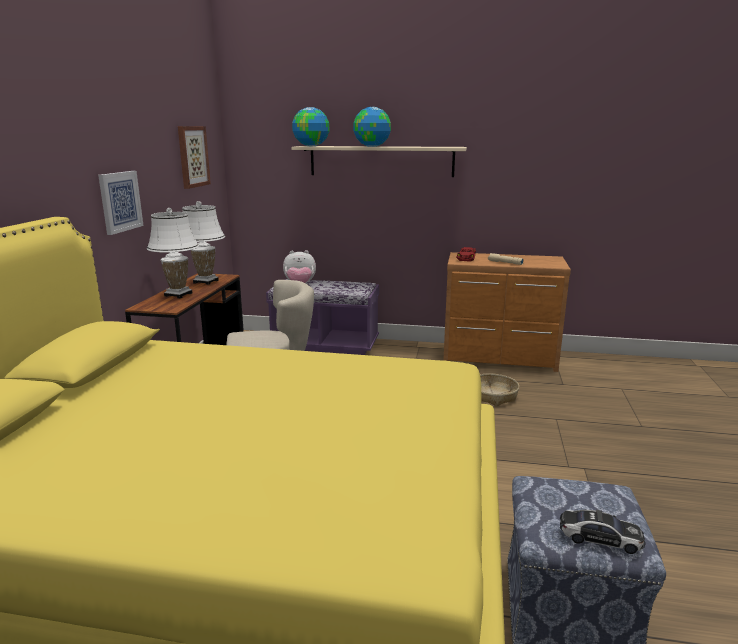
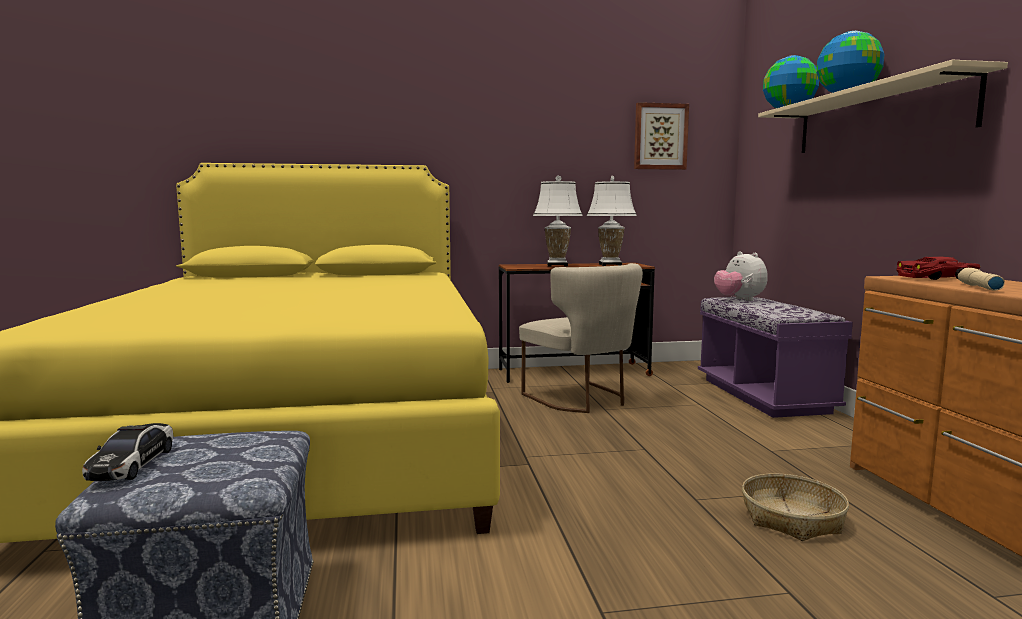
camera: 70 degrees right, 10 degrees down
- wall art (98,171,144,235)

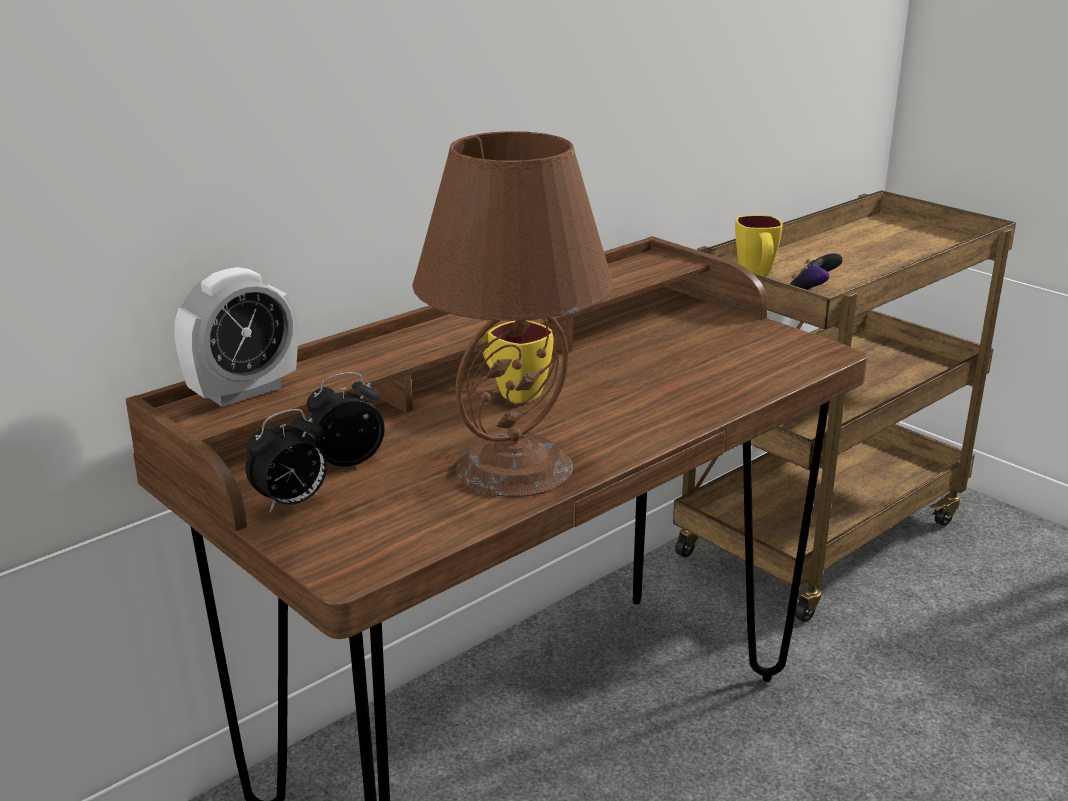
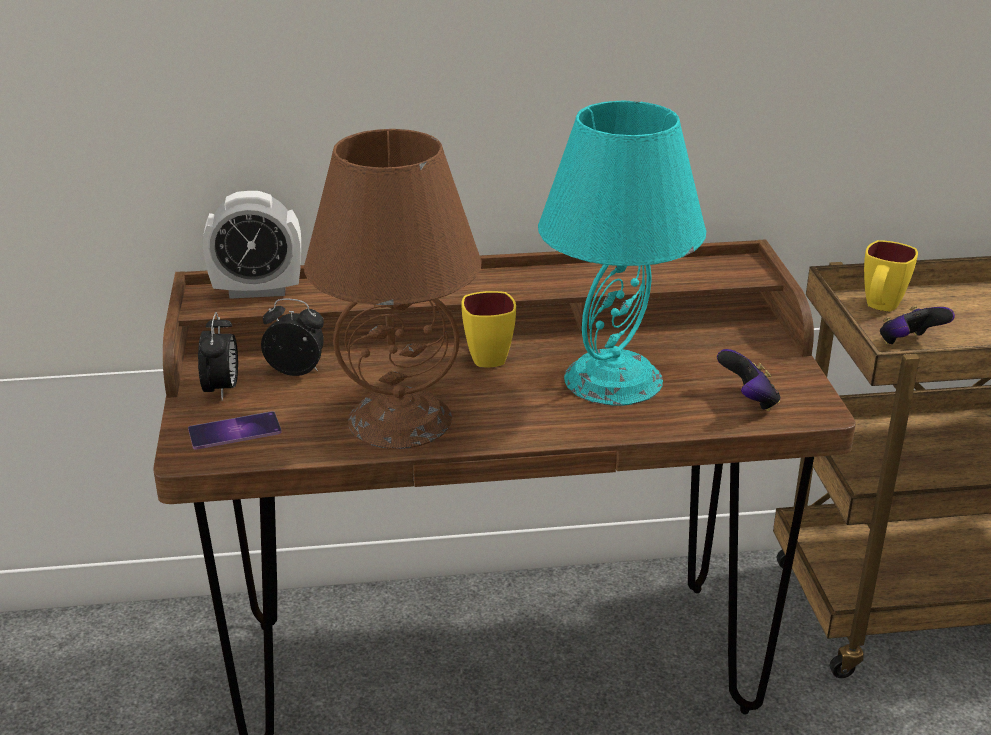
camera: 35 degrees right, 5 degrees up
~ table clock (245,409,327,512) = (198,312,238,401) 90 degrees counterclockwise
+ telephone (188,411,282,450)
+ table lamp (blue-green) (538,101,706,406)
+ gamepad (717,349,780,411)

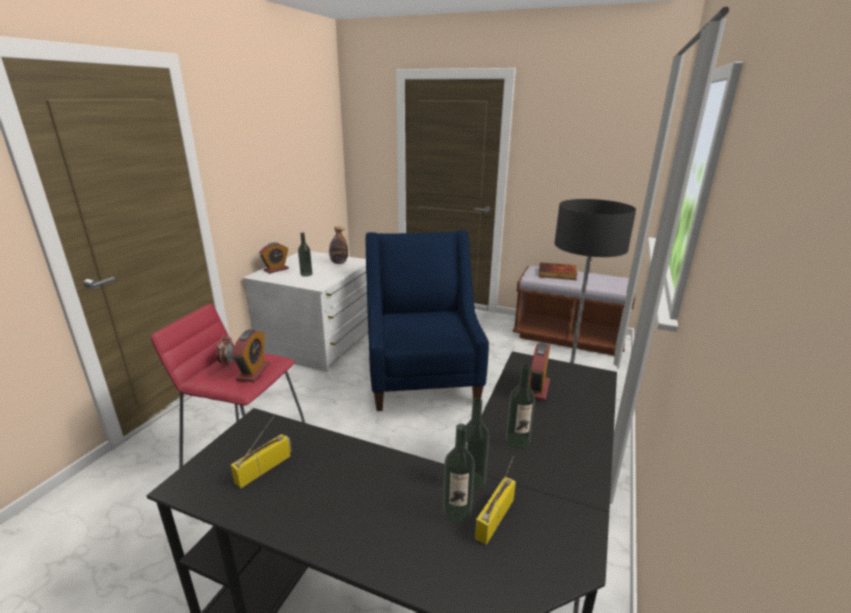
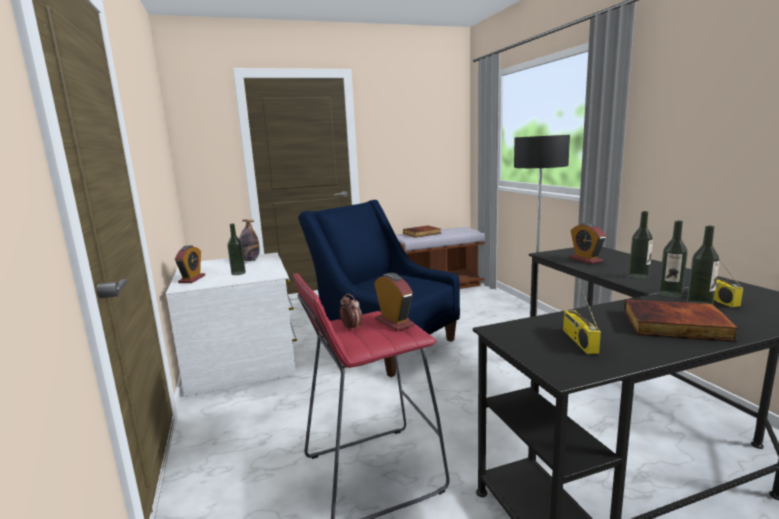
camera: 40 degrees left, 10 degrees down
+ bound book (625,299,739,342)

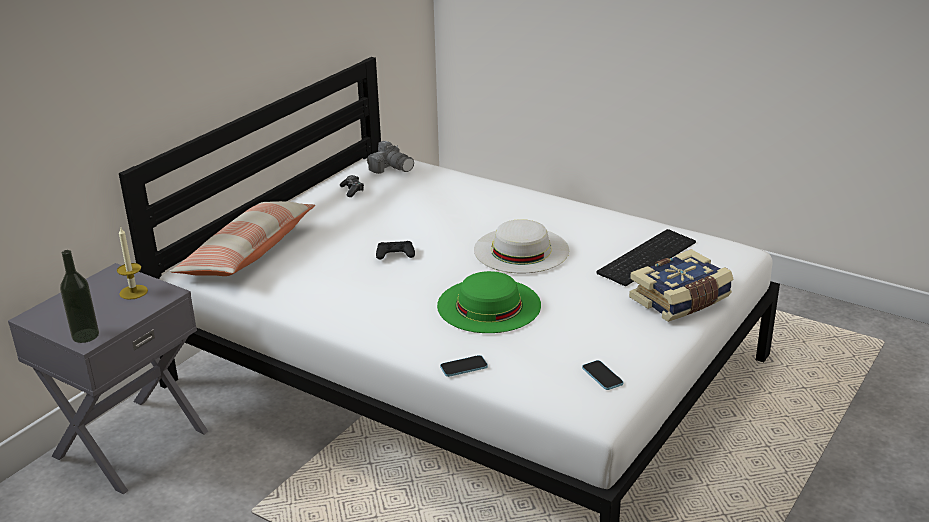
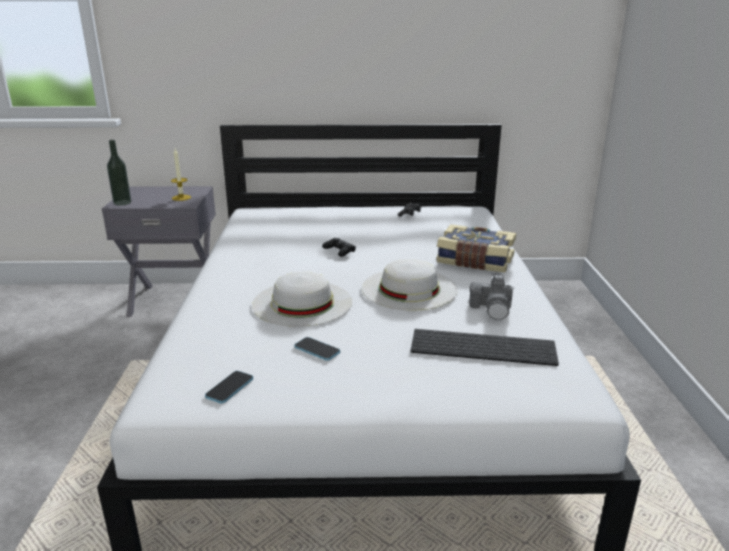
camera: 55 degrees right, 5 degrees down
- cushion (170,201,315,276)
~ photo camera (367,141,414,174) to (469,274,514,320)
~ clothing hat (green-coloured) (437,271,541,333) to clothing hat (white) (252,272,352,327)
~ telephone (440,355,488,377) to (294,337,340,361)
~ bound book (629,249,733,322) to (436,224,516,273)

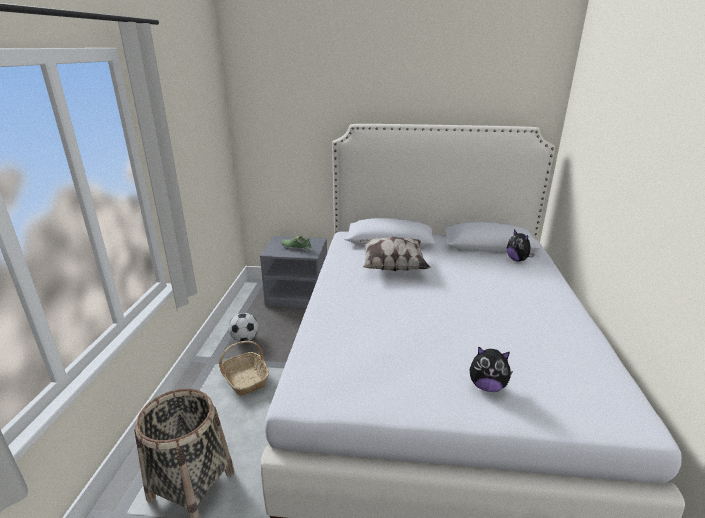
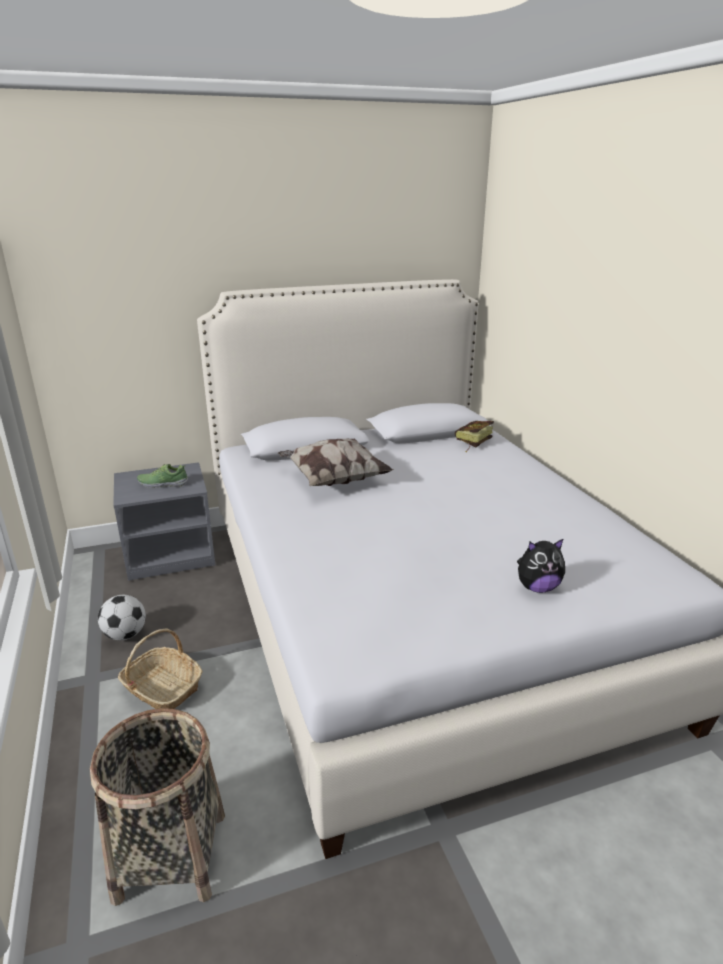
camera: 25 degrees left, 0 degrees up
~ soft toy (507,229,535,262) to bound book (455,421,494,452)

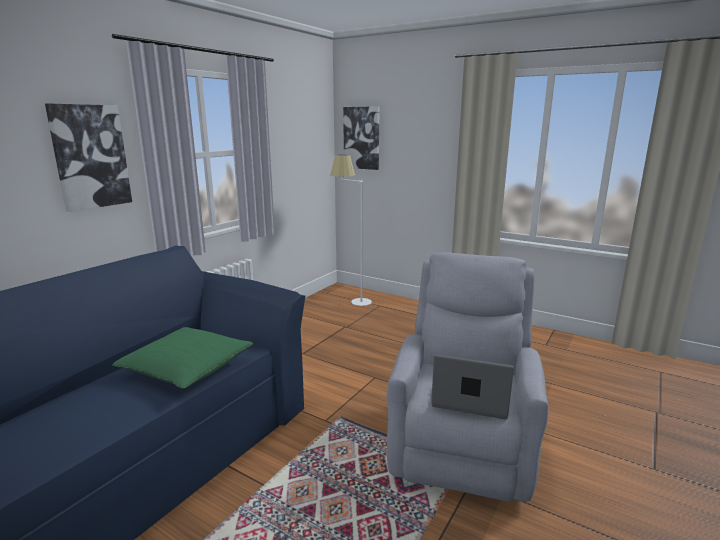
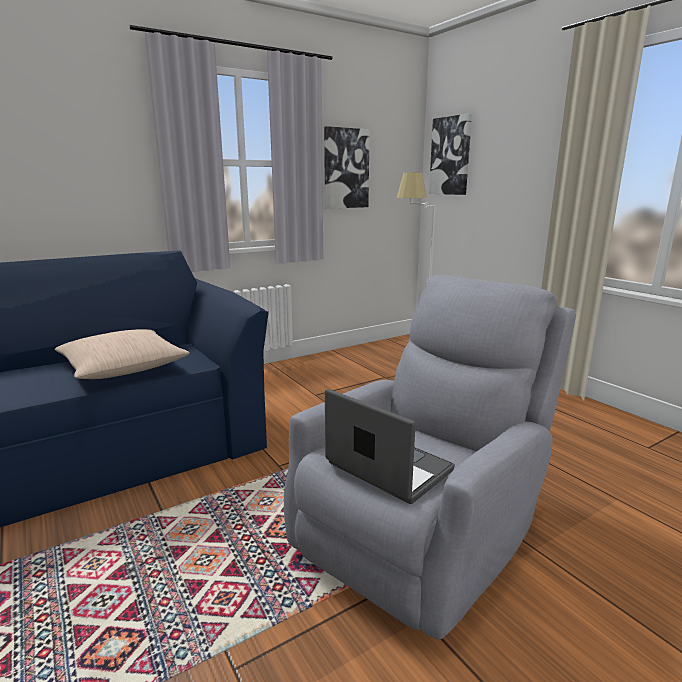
camera: 25 degrees right, 0 degrees up
~ wall art (45,104,132,212) to (324,126,370,209)
~ cushion (green-coloured) (112,327,253,389) to cushion (beige-coloured) (55,329,190,379)

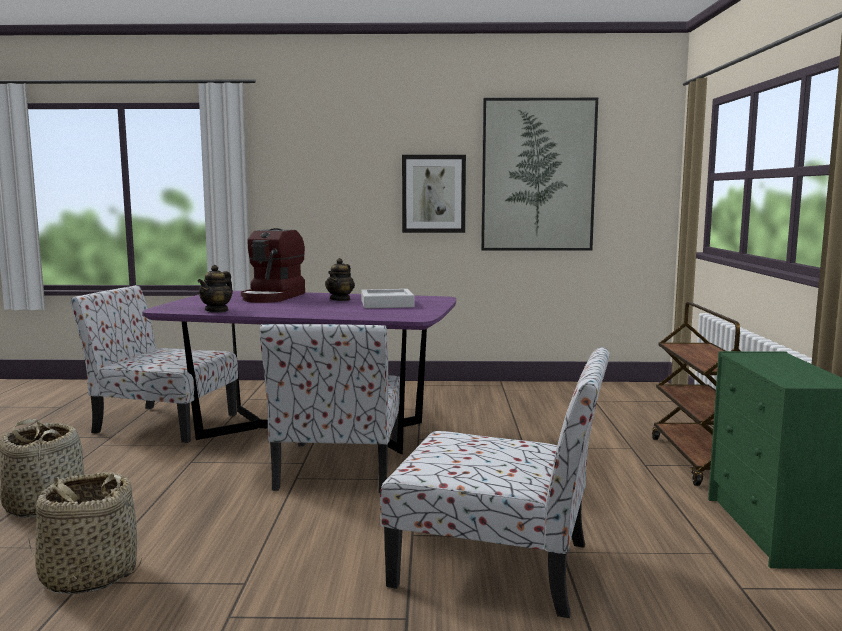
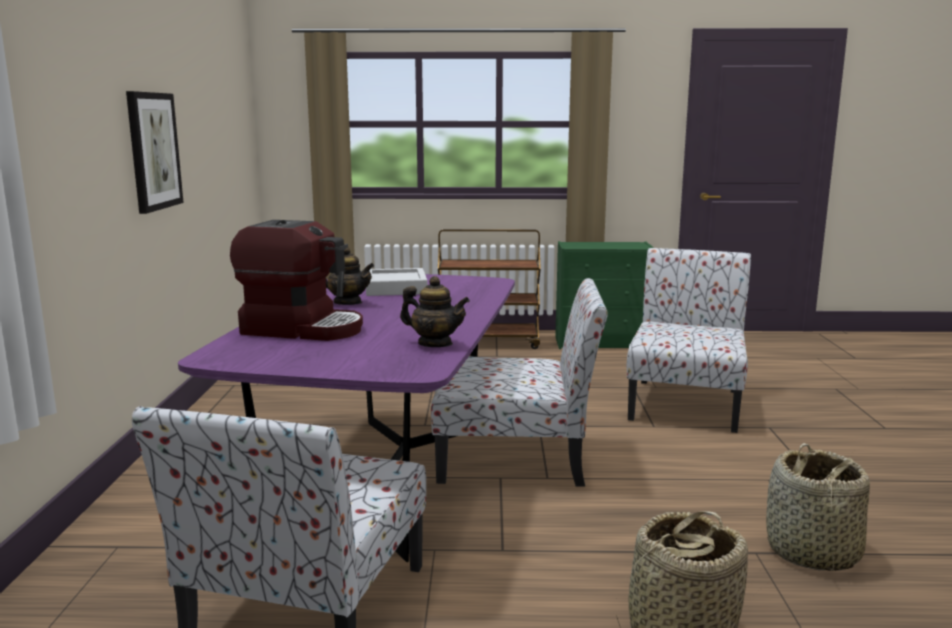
camera: 90 degrees left, 5 degrees up
- wall art (481,98,598,251)

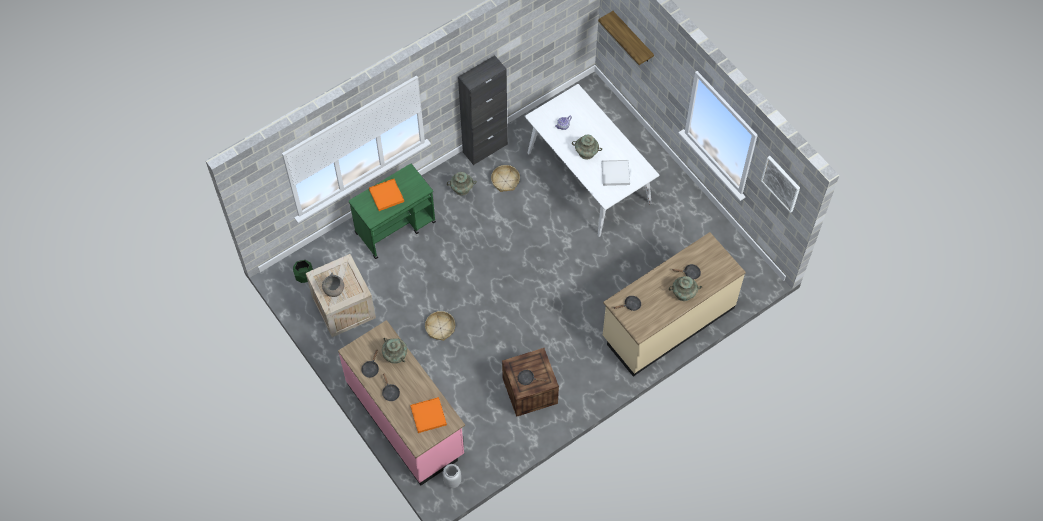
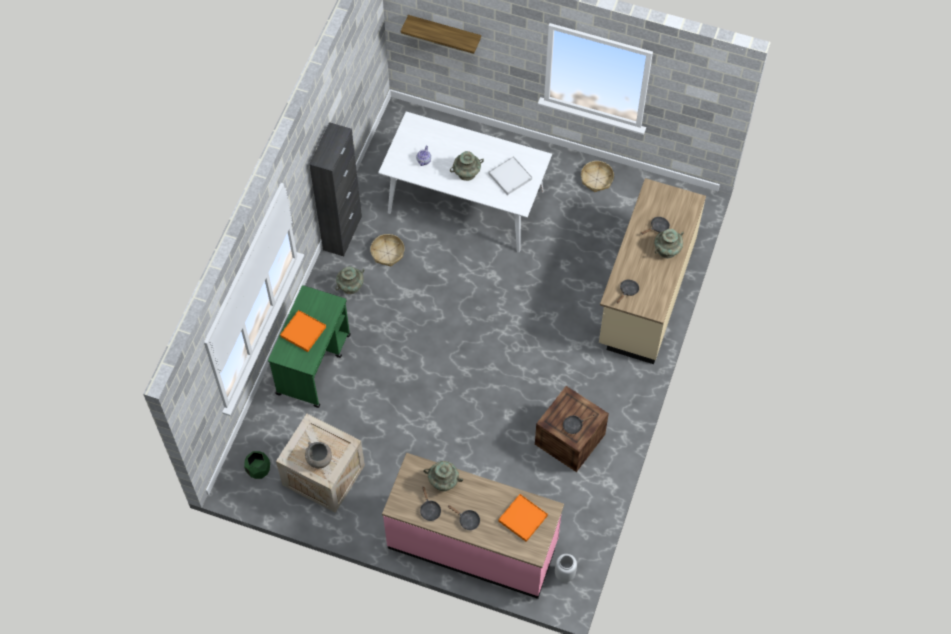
camera: 35 degrees left, 0 degrees up
~ basket (425,311,455,341) to (581,161,614,192)
- wall art (761,156,800,213)

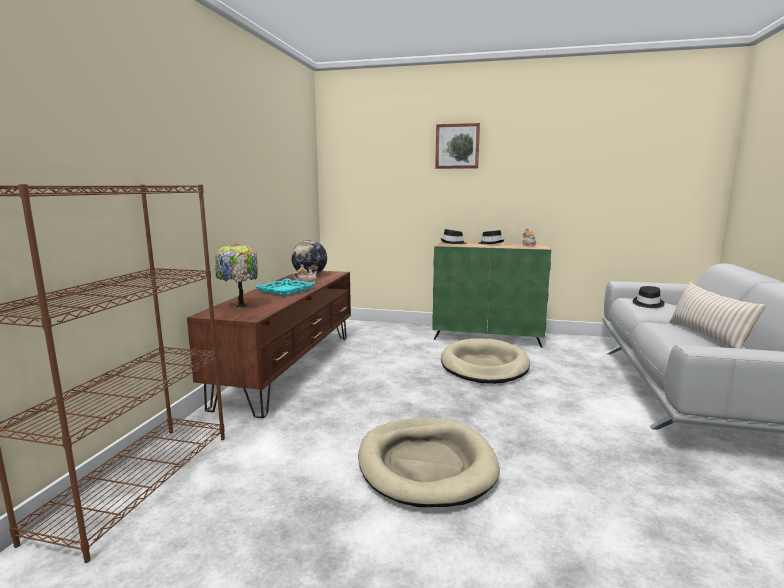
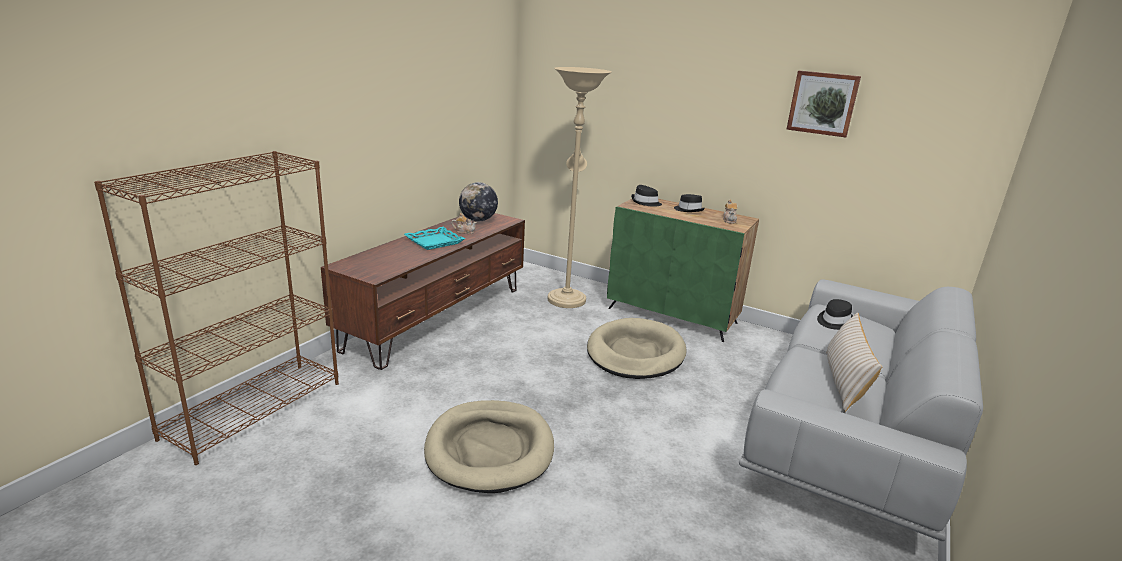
camera: 15 degrees right, 10 degrees up
- table lamp (215,244,257,309)
~ wall art (435,123,480,169) to (786,71,861,137)
+ standing lamp (beige-coloured) (548,67,611,308)

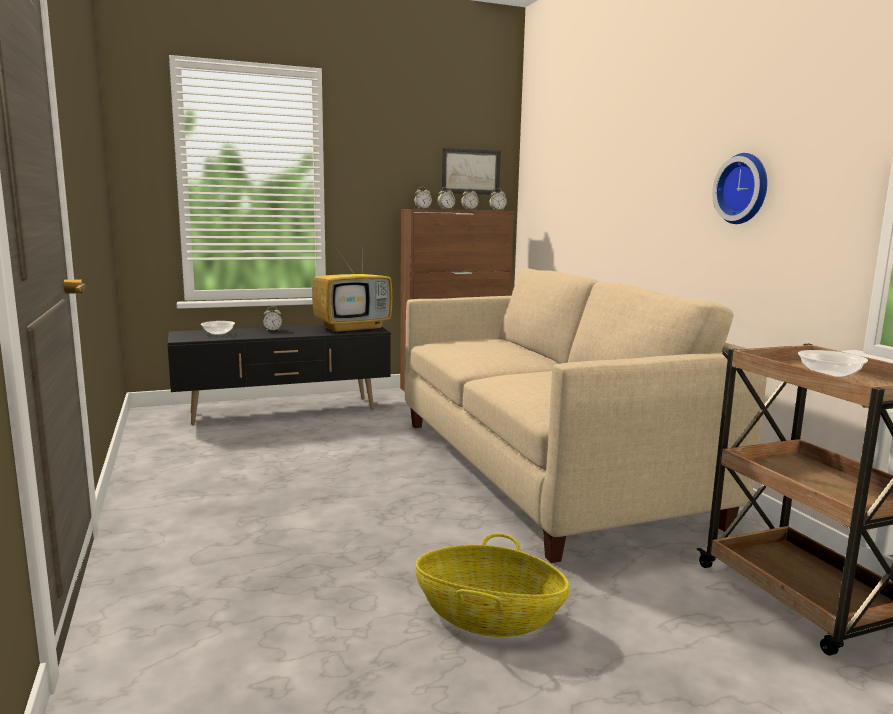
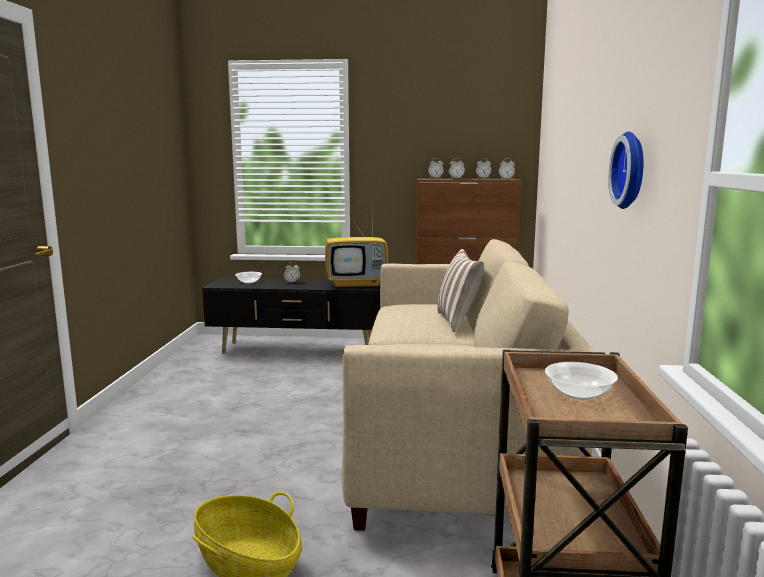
camera: 25 degrees right, 0 degrees up
- wall art (442,148,501,195)
+ cushion (437,249,484,332)

